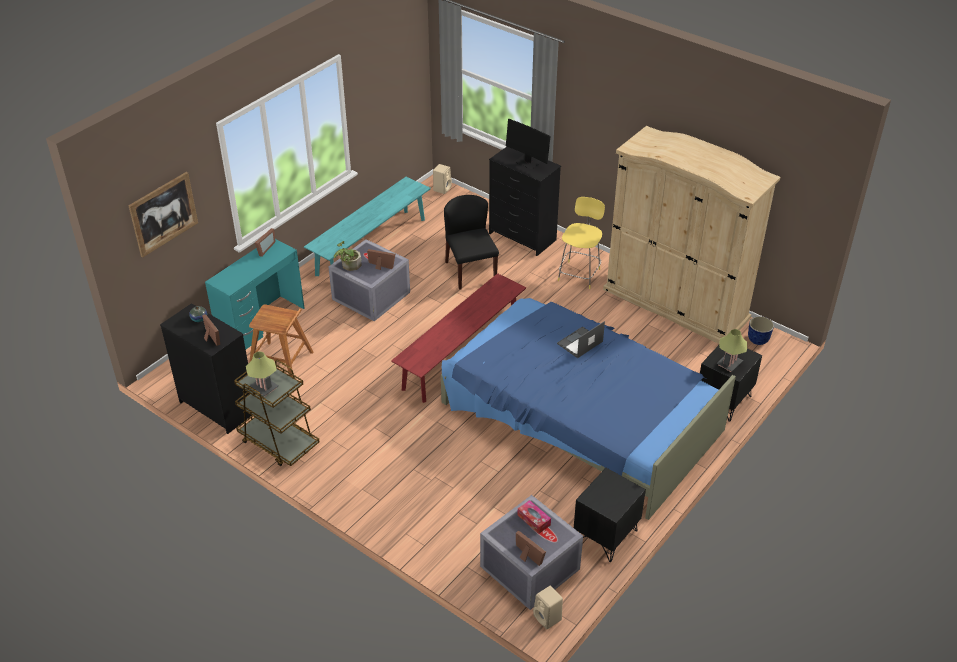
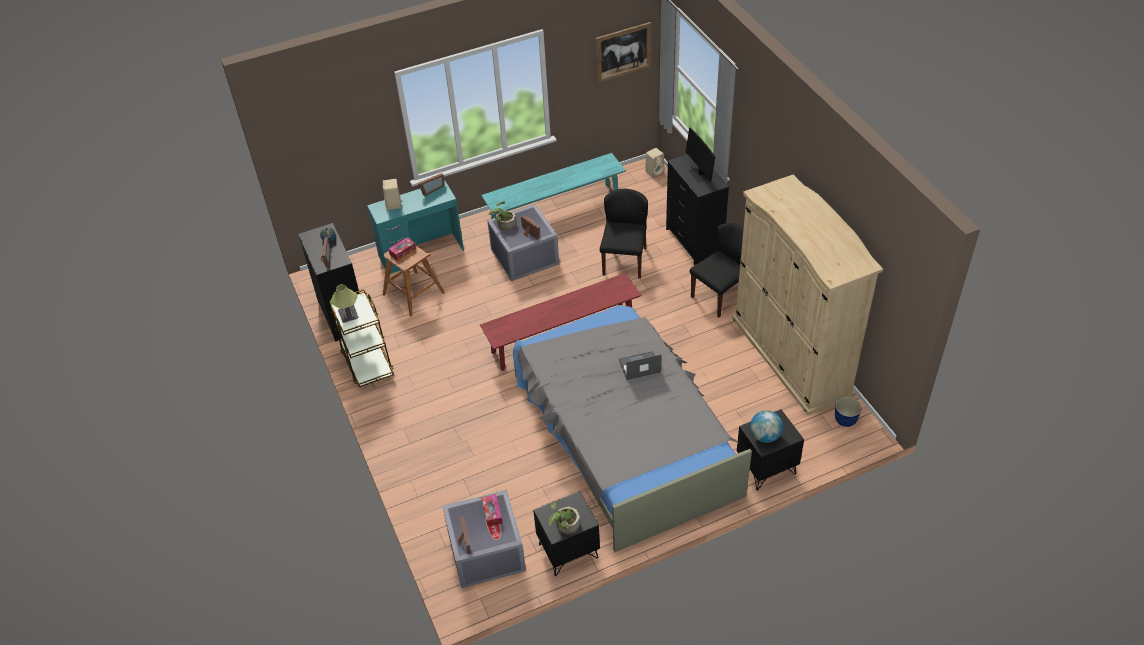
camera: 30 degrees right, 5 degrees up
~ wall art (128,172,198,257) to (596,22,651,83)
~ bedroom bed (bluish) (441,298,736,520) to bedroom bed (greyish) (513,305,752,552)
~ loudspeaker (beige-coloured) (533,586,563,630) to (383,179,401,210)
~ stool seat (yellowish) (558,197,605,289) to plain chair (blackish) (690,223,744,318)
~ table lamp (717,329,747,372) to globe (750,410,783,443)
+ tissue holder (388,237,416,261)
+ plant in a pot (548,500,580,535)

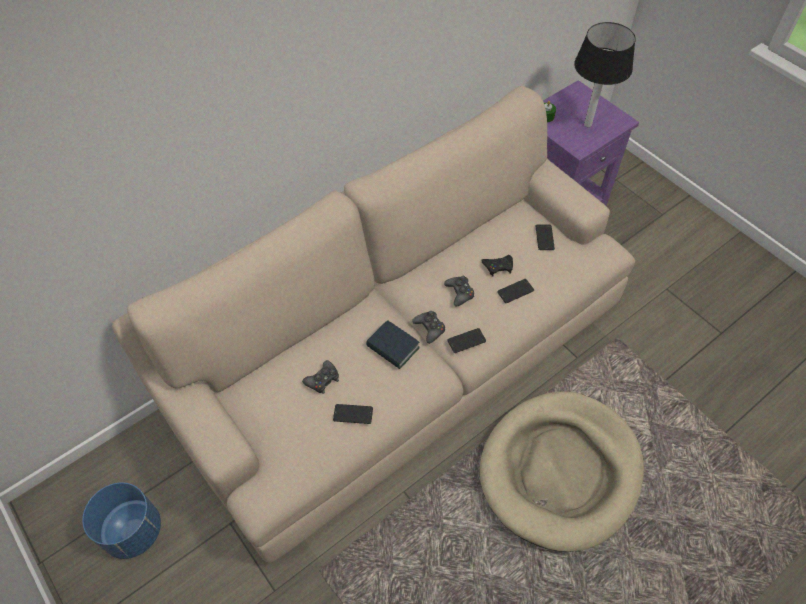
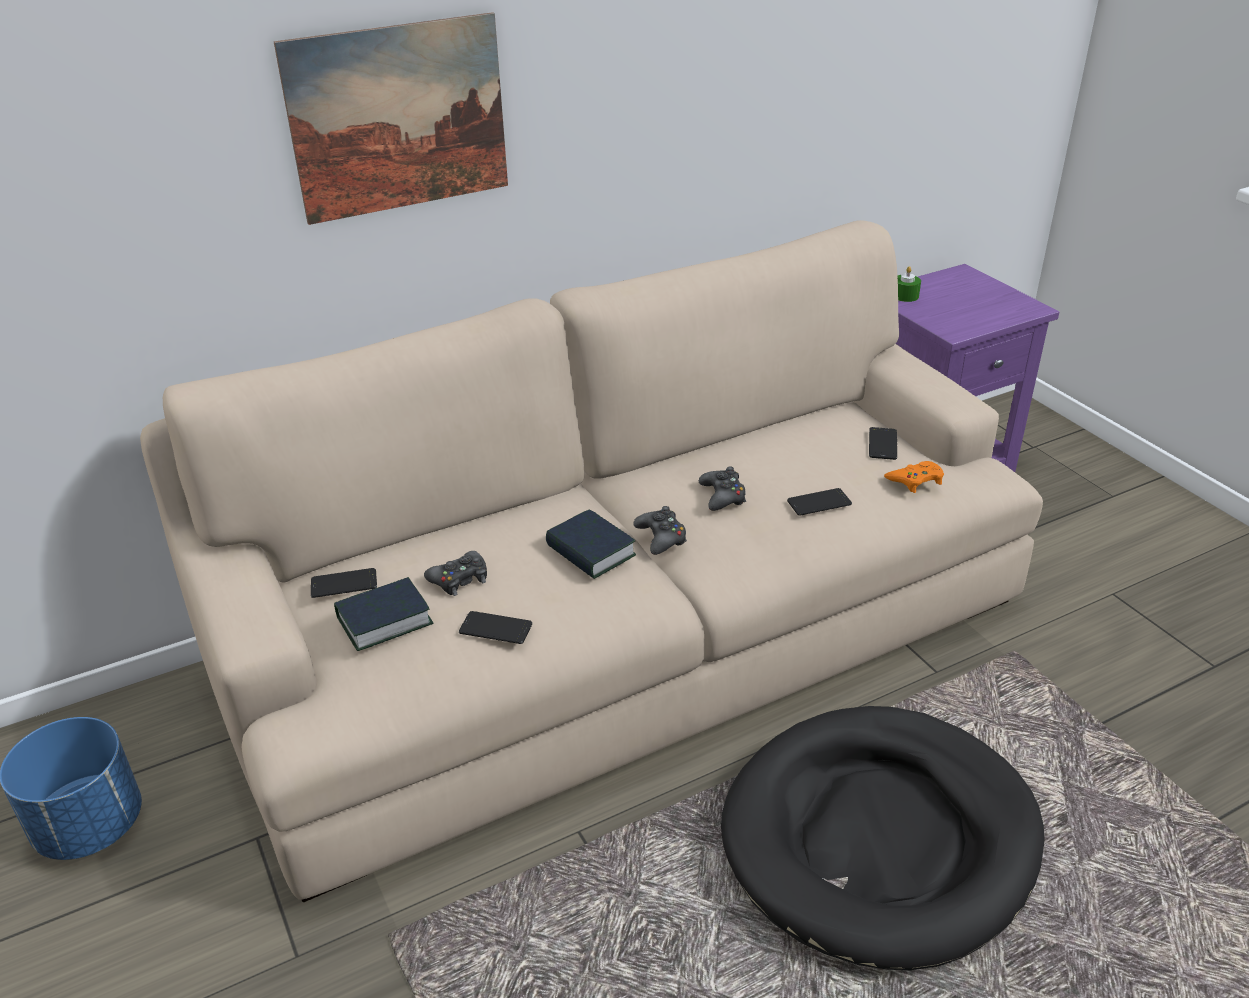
camera: 10 degrees right, 20 degrees down
~ telephone (447,328,486,353) to (311,568,377,598)
~ dog cushion (beige-coloured) (480,391,644,552) to dog cushion (blackish) (721,706,1044,970)
- gamepad (blackish) (481,255,513,277)
- table lamp (574,22,636,127)
+ wall art (274,12,508,225)
+ bound book (334,577,434,651)
+ gamepad (orangey) (884,461,944,493)

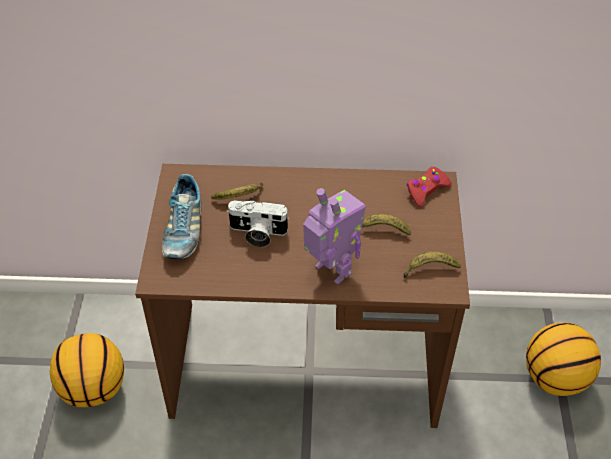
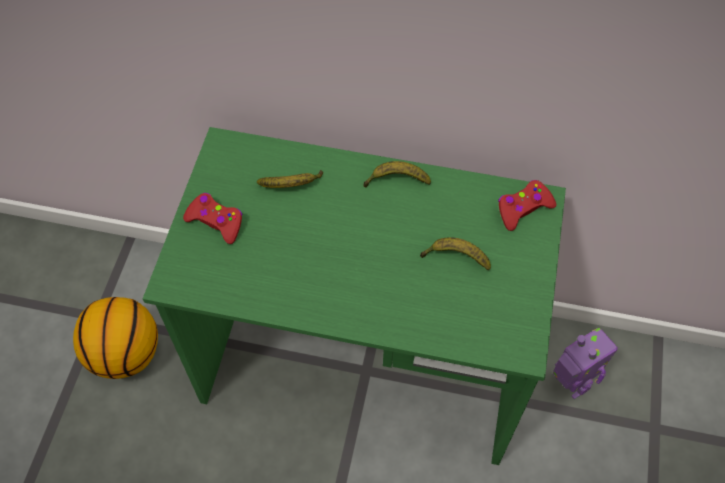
camera: 10 degrees right, 10 degrees up
~ desk (brown-coloured) (135,164,470,428) to desk (green-coloured) (143,127,566,465)
~ shoe (162,174,202,259) to gamepad (red-coloured) (183,193,243,244)
- photo camera (227,200,290,247)
~ robot figure (303,188,366,285) to (553,328,618,399)
~ banana fruit (404,252,461,278) to (363,161,431,187)
- basketball (526,322,601,396)

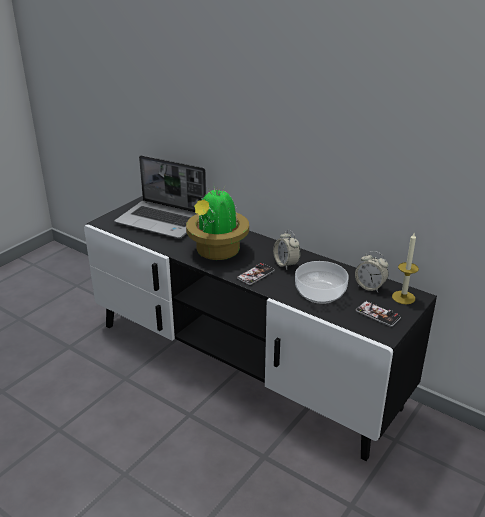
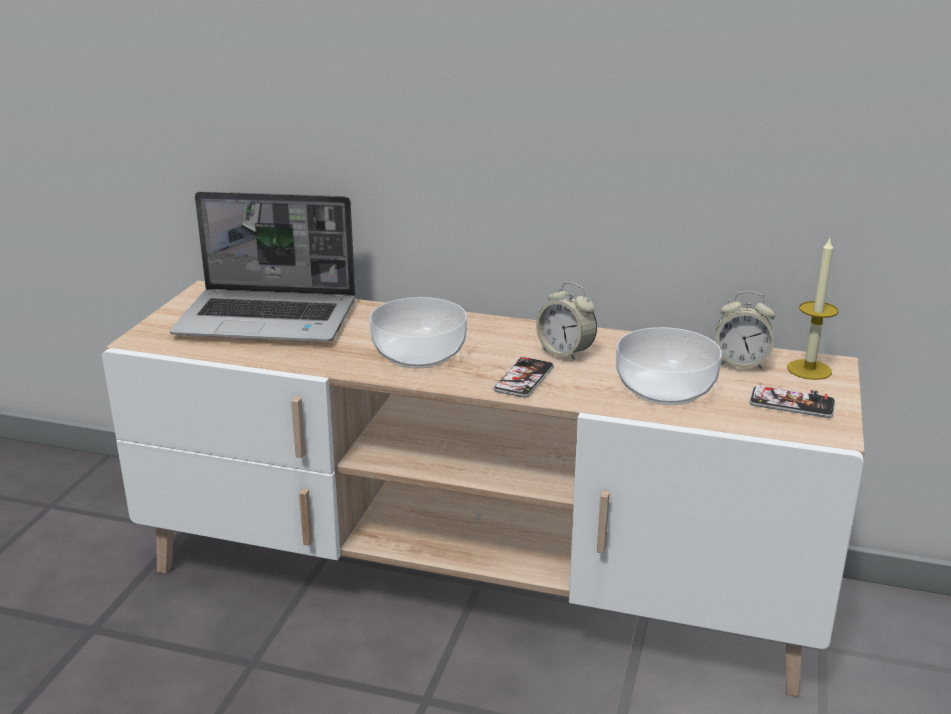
camera: 20 degrees left, 5 degrees down
~ tv unit (blackish) (84,196,437,461) to tv unit (beige-coloured) (102,281,865,697)
~ plant in a pot (186,187,249,260) to serving bowl (369,297,467,369)

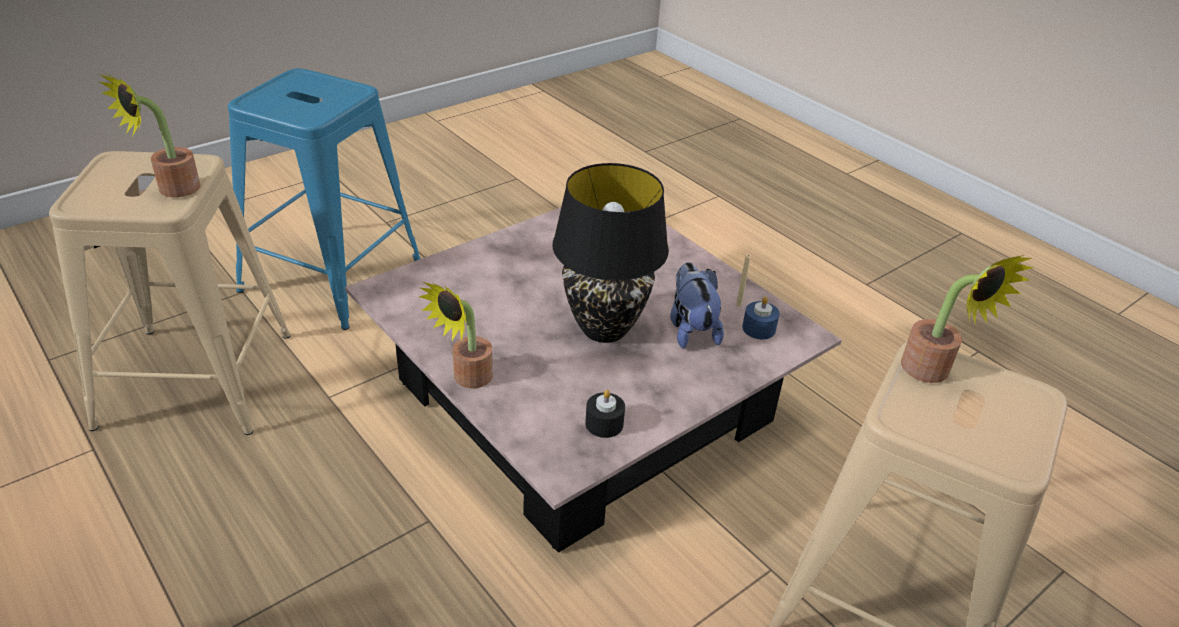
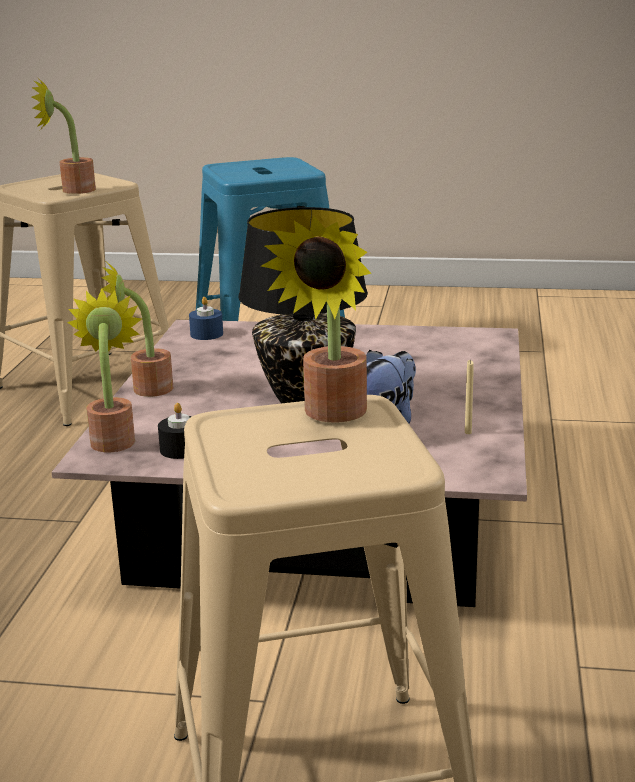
camera: 50 degrees right, 15 degrees down
~ candle (bluish) (742,296,780,339) to (189,297,223,340)
+ plant in a pot (67,288,143,452)

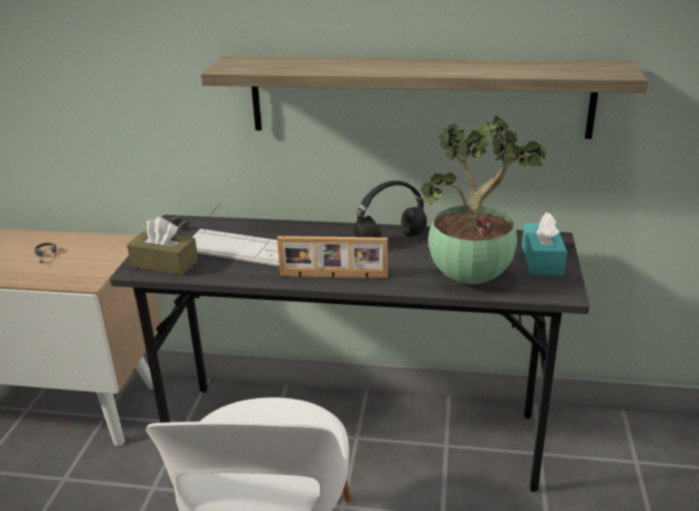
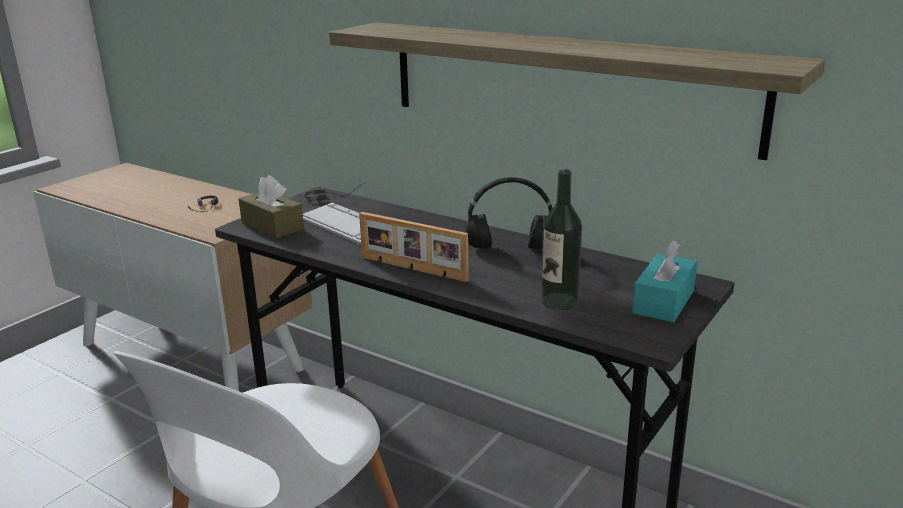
camera: 25 degrees right, 5 degrees down
~ plant in a pot (420,116,545,284) to drink bottle (541,169,582,310)

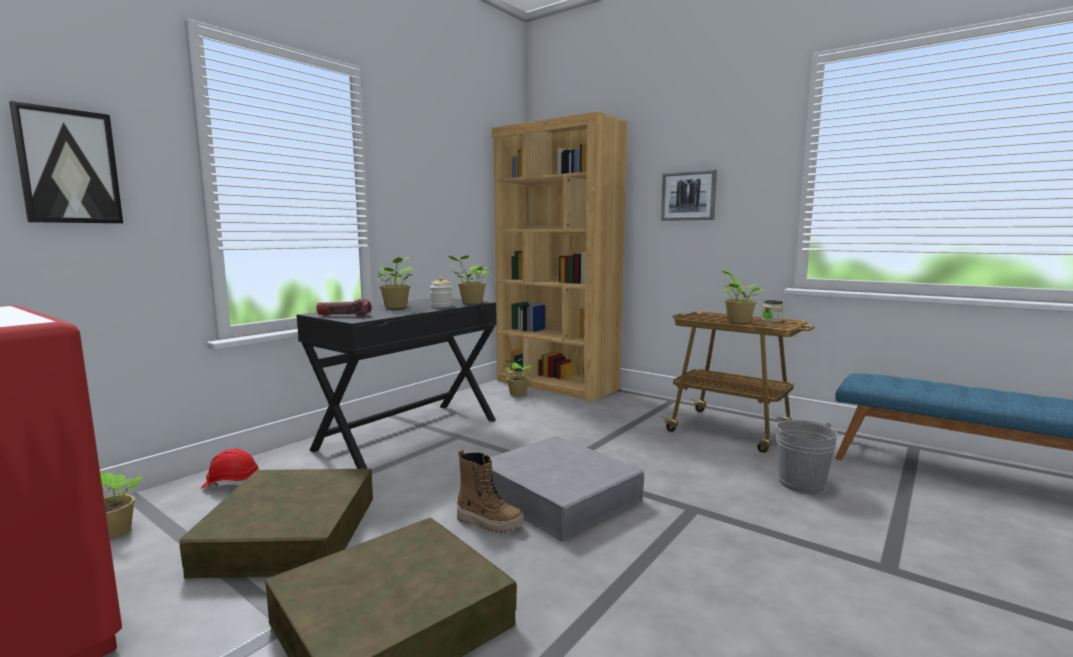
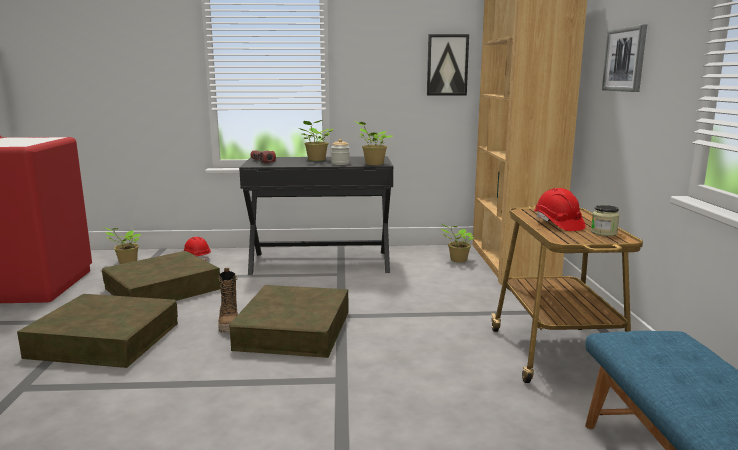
camera: 50 degrees right, 5 degrees up
~ wall art (9,101,123,223) to (427,34,469,95)
~ storage container (greyish) (490,436,644,542) to storage container (brown-coloured) (229,285,349,358)
~ plant in a pot (722,270,763,323) to hard hat (red-coloured) (534,188,586,231)
- bucket (greyish) (776,420,838,494)

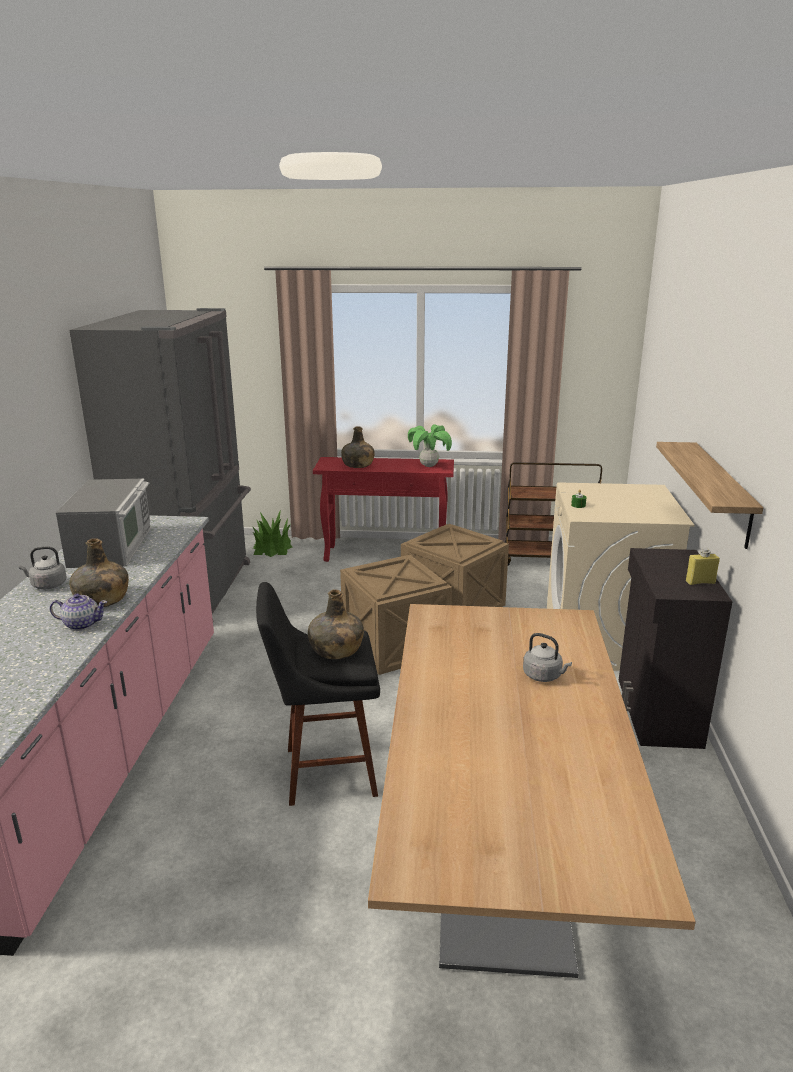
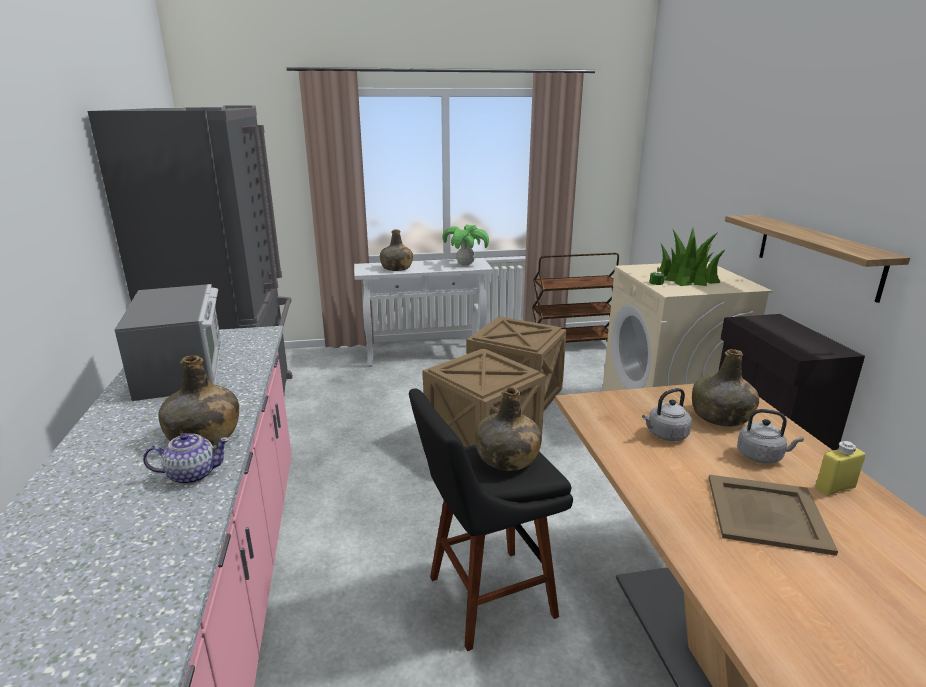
camera: 15 degrees left, 0 degrees up
~ water kettle (greyish) (19,546,67,589) to (642,388,692,441)
~ plant in a pot (252,510,293,557) to (659,228,726,286)
~ narrow table (red-coloured) (313,457,454,562) to narrow table (white) (354,258,493,367)
~ drink bottle (yellowish) (686,548,720,585) to (815,441,866,496)
+ drink bottle (green-coloured) (692,349,759,427)
+ serving tray (beige-coloured) (708,475,838,556)

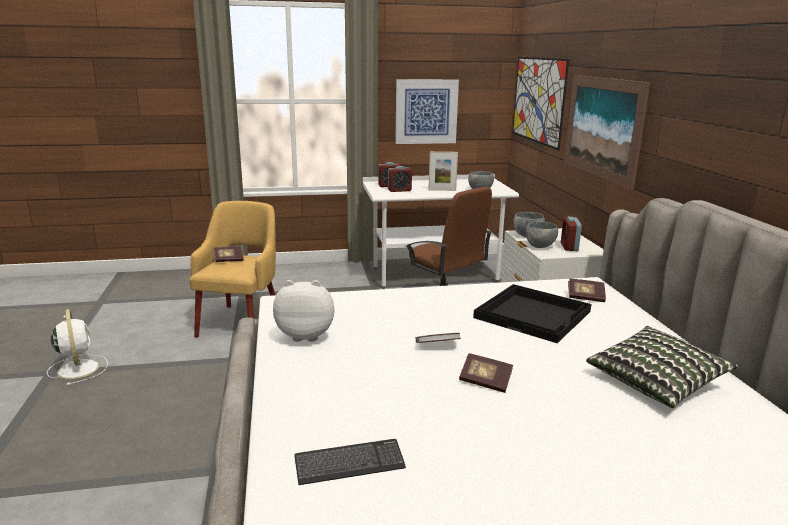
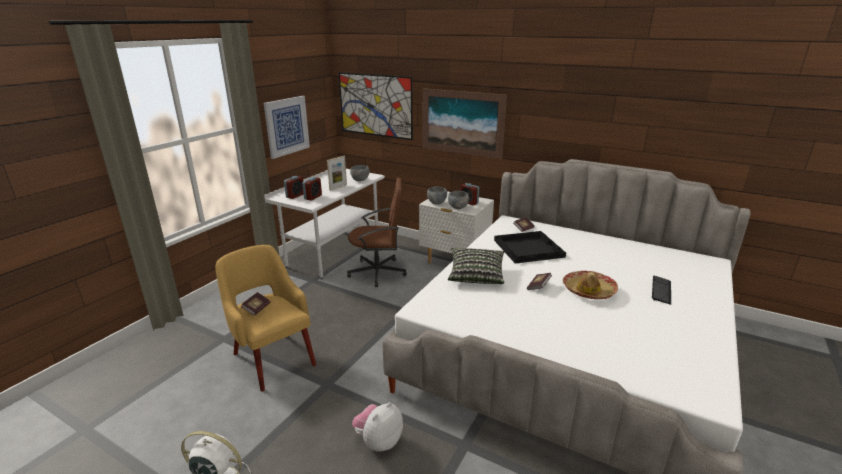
camera: 50 degrees left, 5 degrees up
~ soft toy (273,280,334,342) to (352,402,403,452)
~ computer keyboard (294,439,406,485) to (652,275,671,305)
~ bound book (459,353,513,393) to clothing hat (563,271,618,299)
~ cushion (586,326,738,408) to (448,248,504,284)

